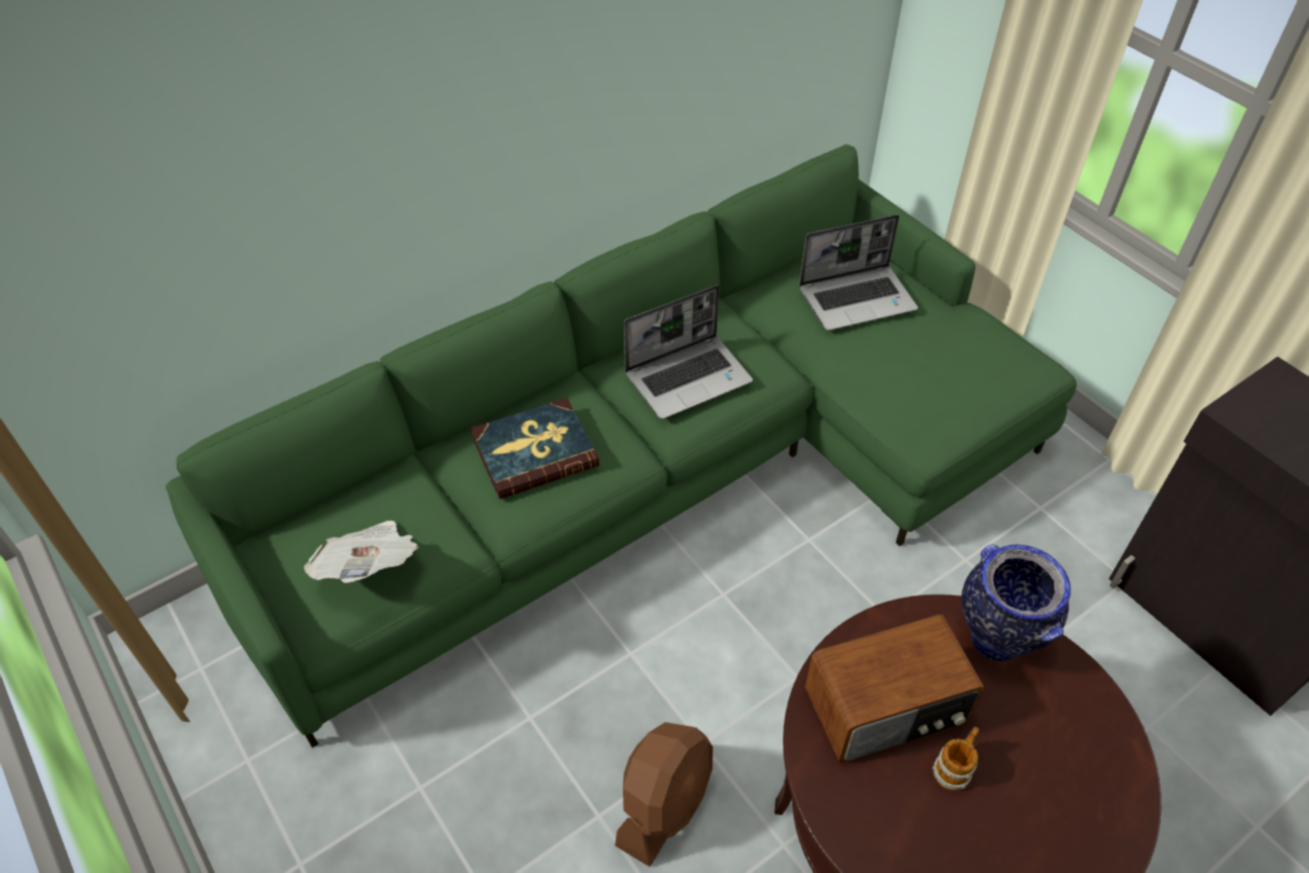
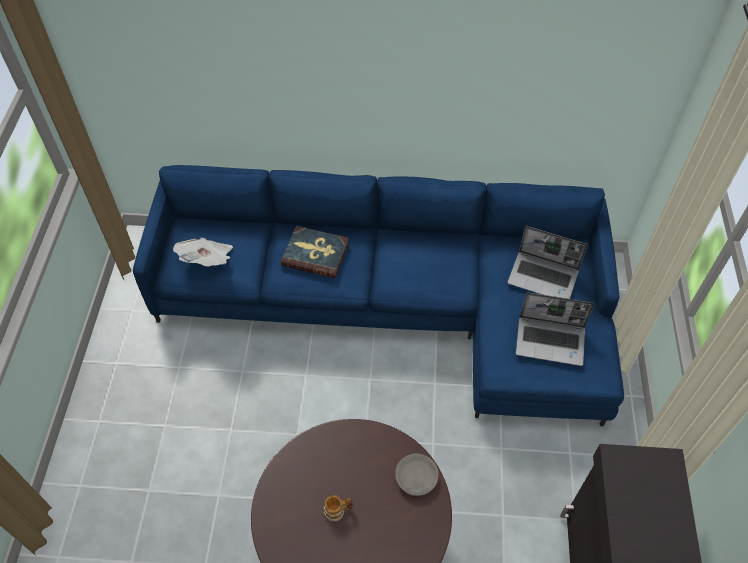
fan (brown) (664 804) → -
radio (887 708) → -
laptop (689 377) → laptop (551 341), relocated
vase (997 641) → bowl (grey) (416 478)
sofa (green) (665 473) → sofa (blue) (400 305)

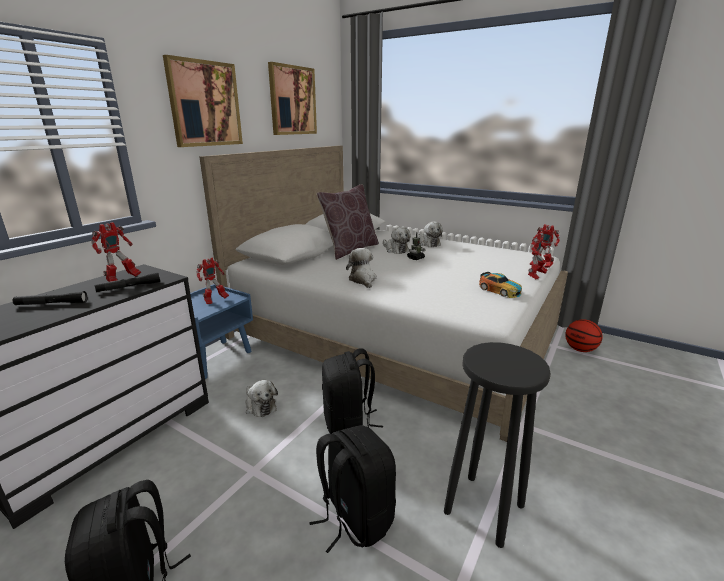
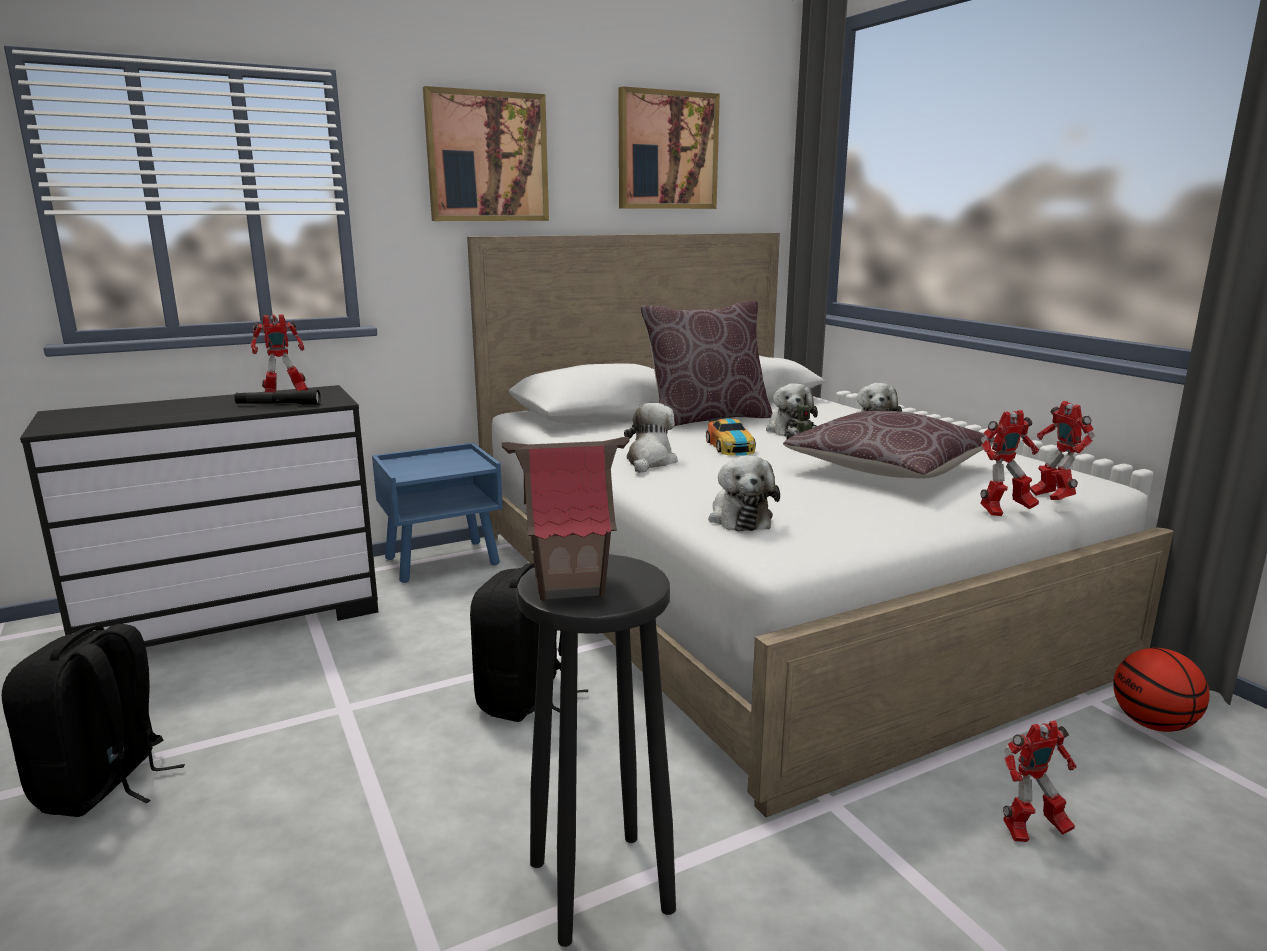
flashlight (black) (52 304) → -
backpack (black) (354 518) → -
- → toy house (570 586)
- → pillow (brown) (888 469)
toy robot (215 301) → toy robot (1031 831), relocated
plush toy (259 405) → plush toy (739 518), relocated
toy car (500 290) → toy car (730 446), relocated

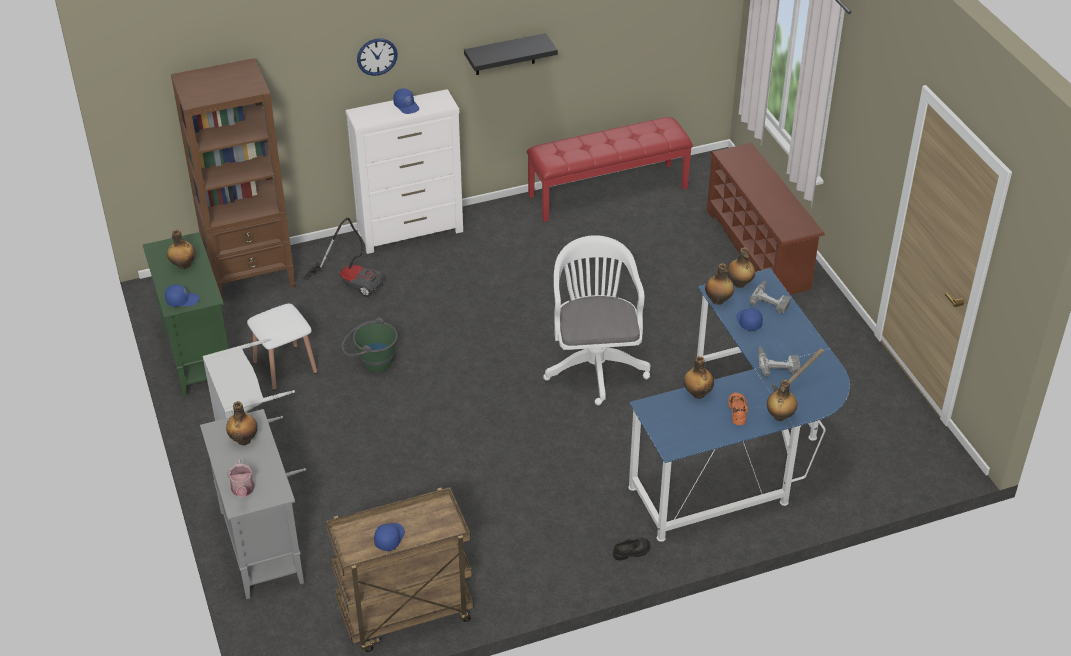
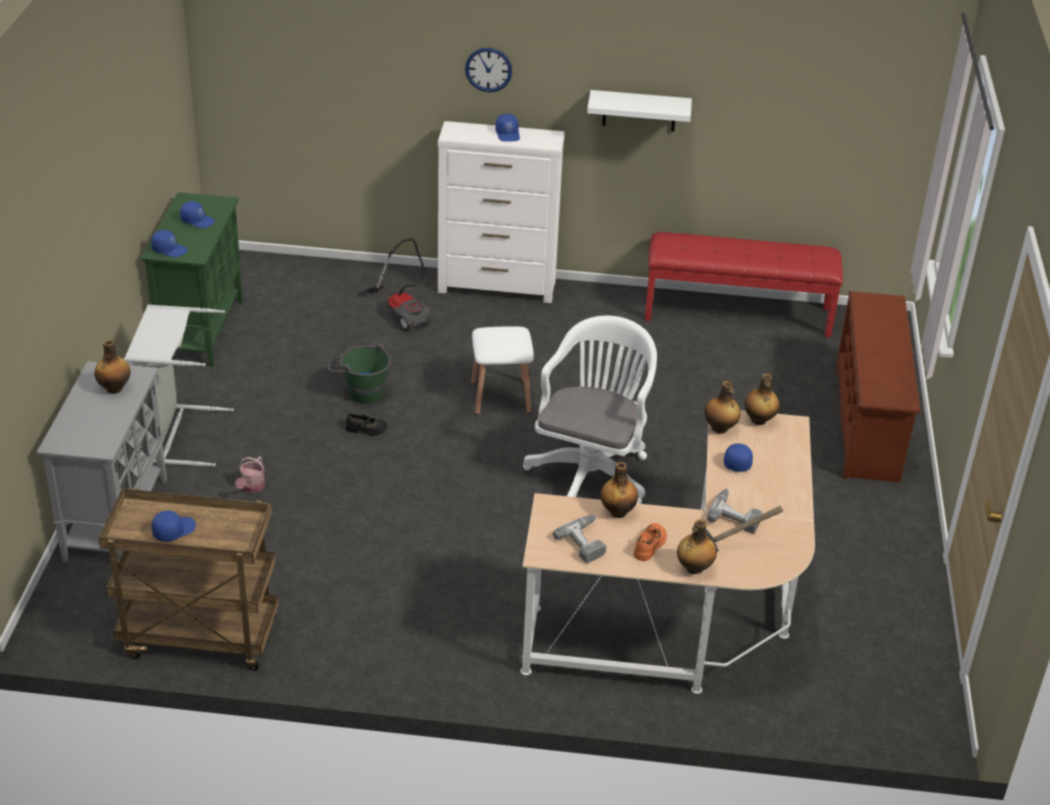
bookcase (brown) (251 278) → -
watering can (243 490) → watering can (251 487), relocated
stool (white) (285 367) → stool (white) (500 397), relocated
shoe (black) (632 551) → shoe (black) (366 429), relocated
power drill (771 300) → power drill (587 541), relocated
bottle (183 265) → cap (blue) (198 221)
shelf (black) (505 54) → shelf (white) (639 111)
desk (blue) (741 450) → desk (beige) (688 617)

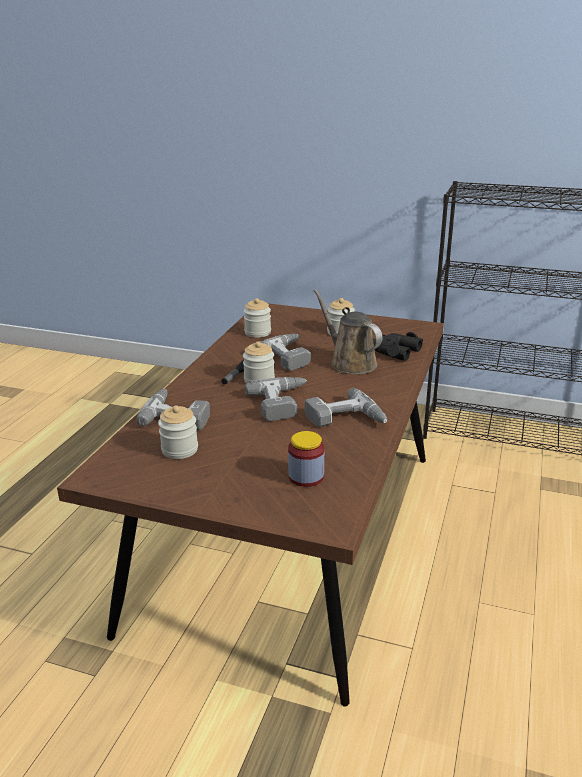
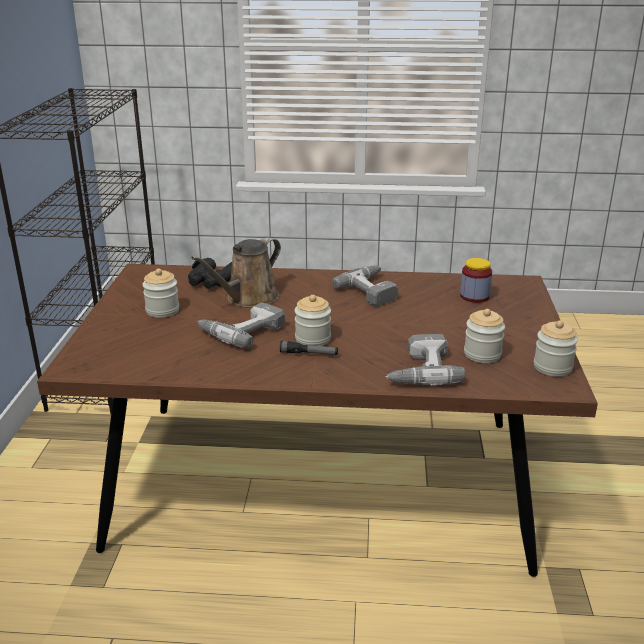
power drill (283 403) → -
jar (257 333) → jar (552 367), relocated

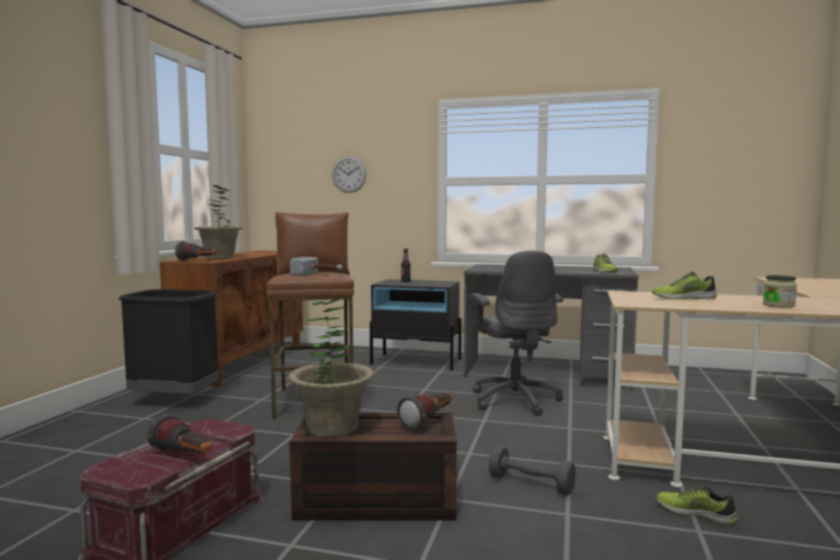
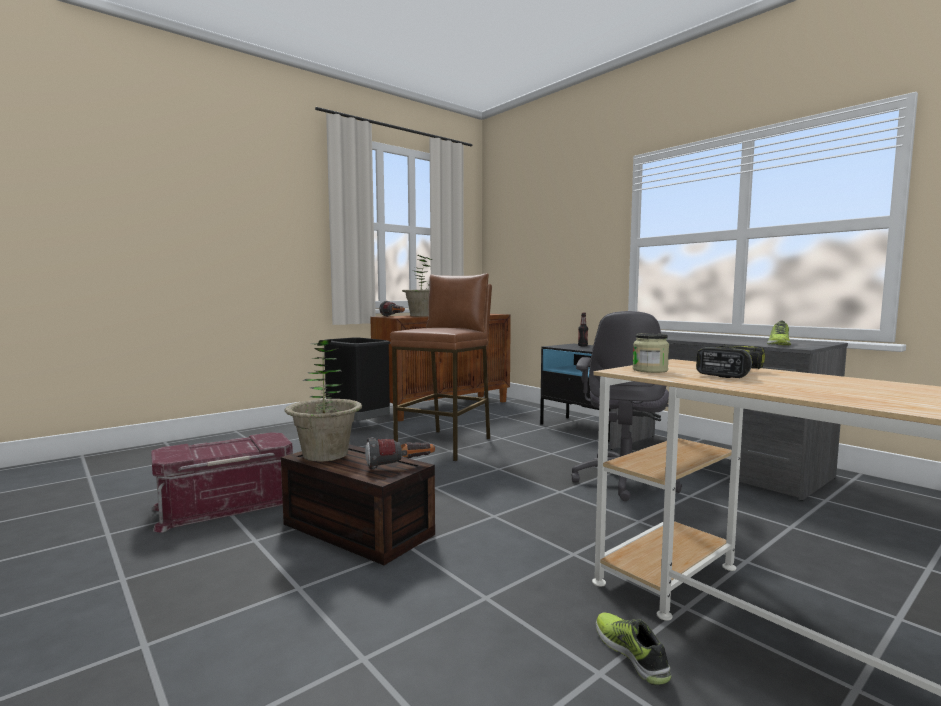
flashlight (184 456) → -
hammer (318 274) → -
wall clock (349 174) → -
dumbbell (grey) (531 484) → -
jar (778 305) → jar (650 370), relocated
shoe (683 298) → power drill (728 372)

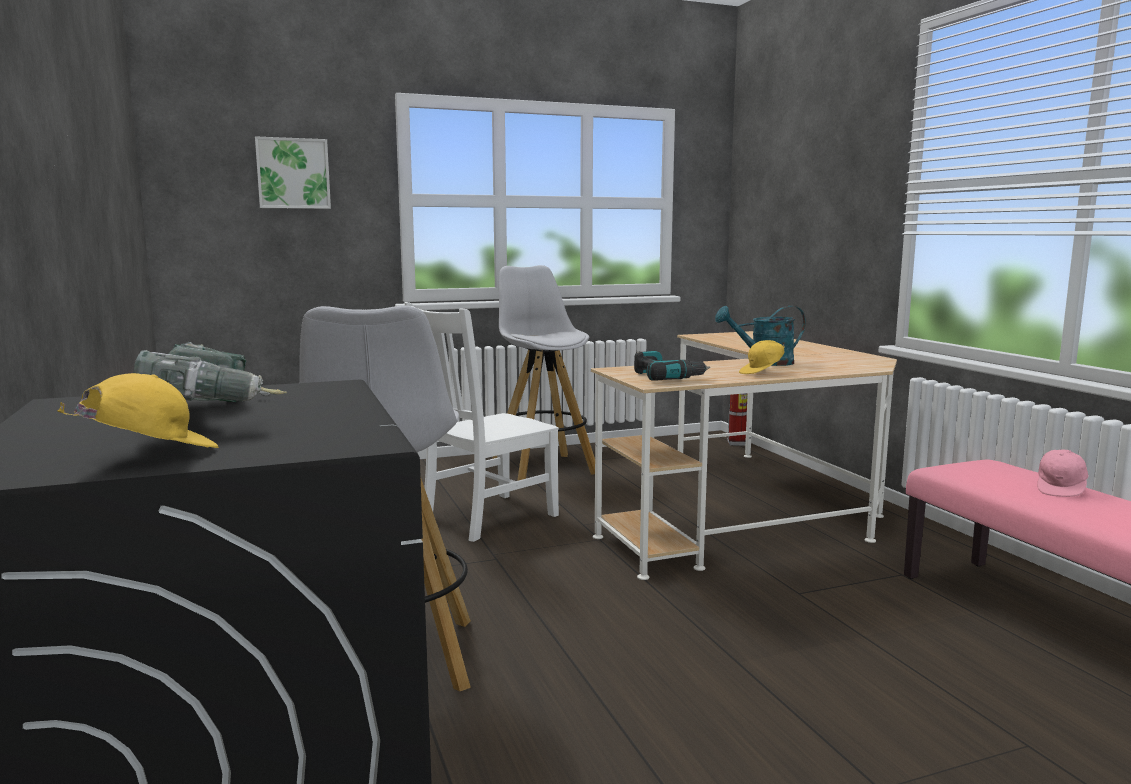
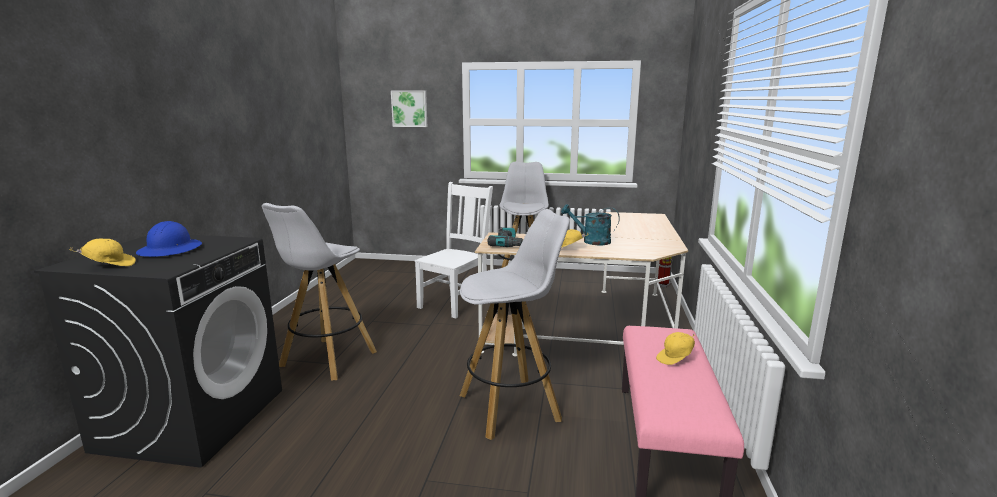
- → stool (white) (511 407)
power drill (217 414) → hard hat (blue) (171 250)
cap (pink) (1061 489) → cap (yellow) (676 358)
chair (white) (485 517) → chair (white) (455 302), 135 degrees clockwise

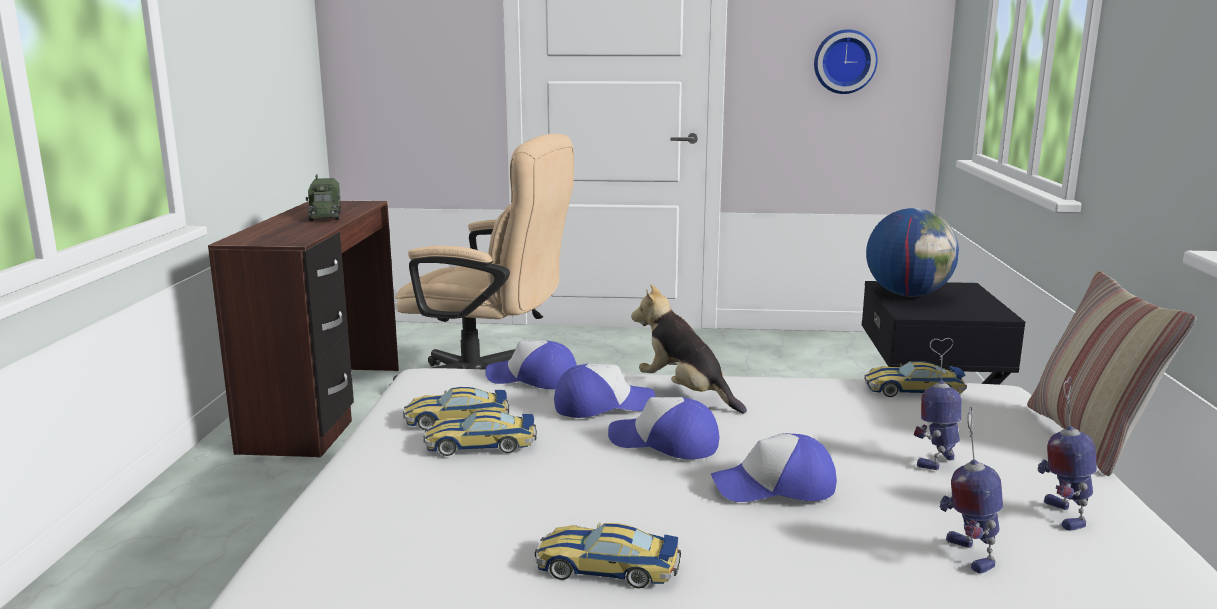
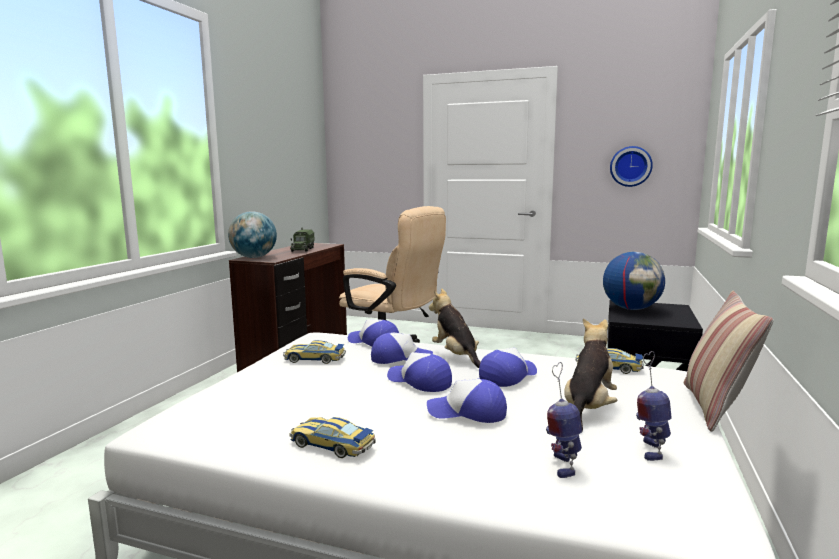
toy car (481 444) → -
- → globe (254 257)
- → cap (507 376)
toy robot (937 460) → plush toy (588 408)

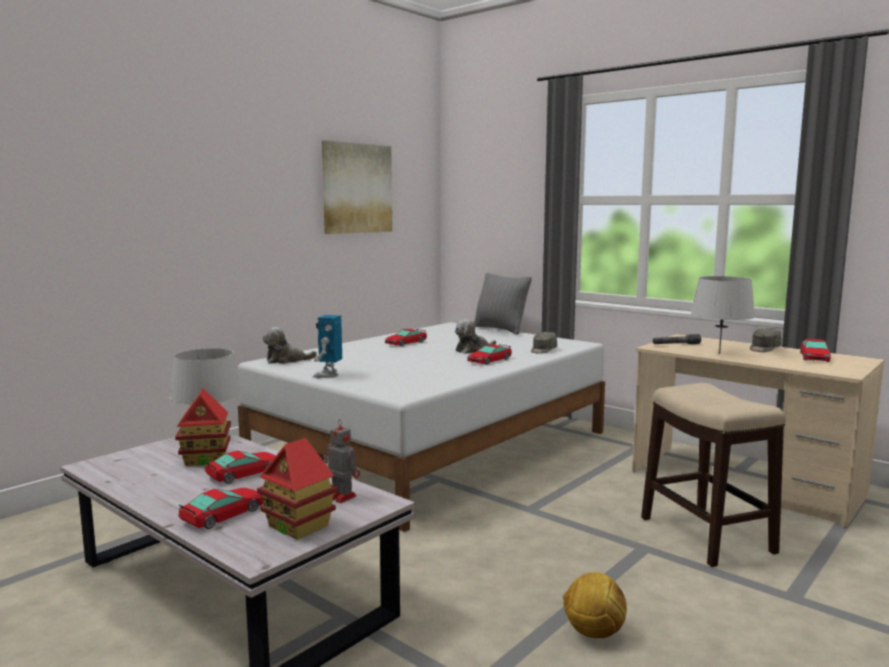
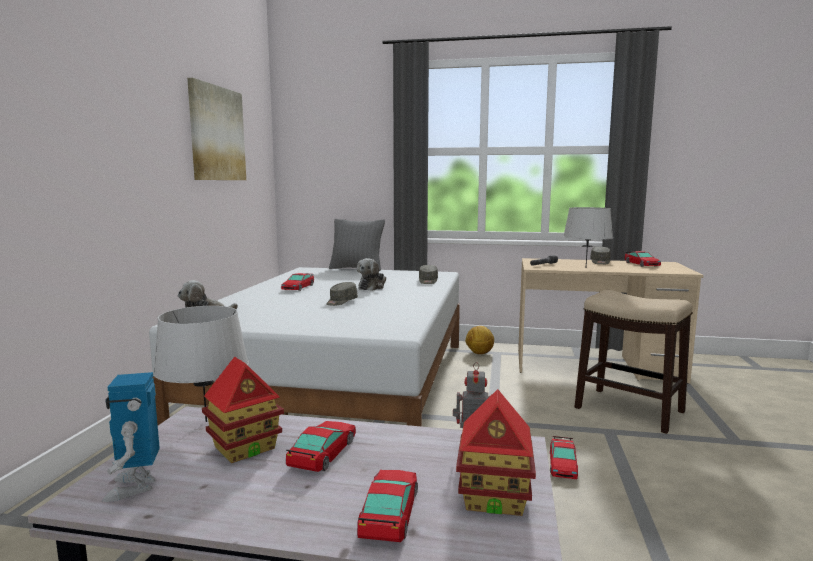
- → cap (grey) (341 302)
toy robot (328 375) → toy robot (135 486), relocated
toy car (489 360) → toy car (562 464), relocated
football (593 633) → football (479 353), relocated

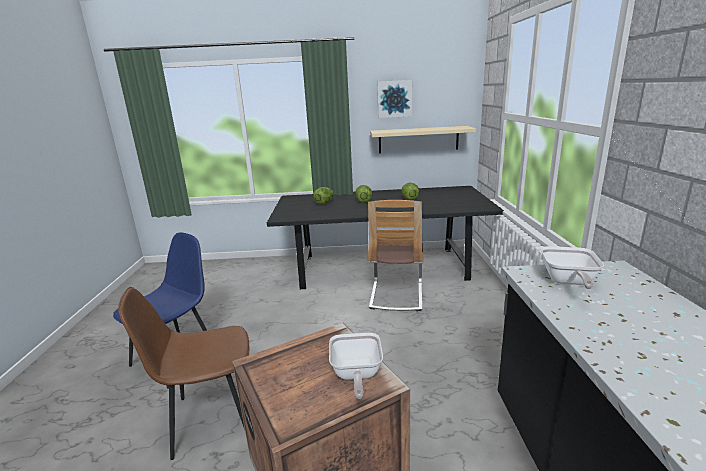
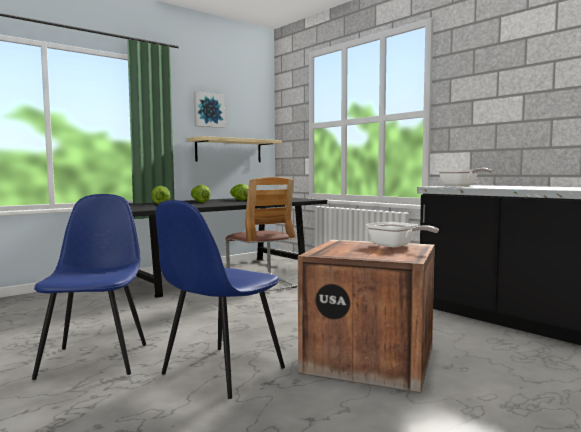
chair (brown) (211 418) → chair (blue) (221 372)

